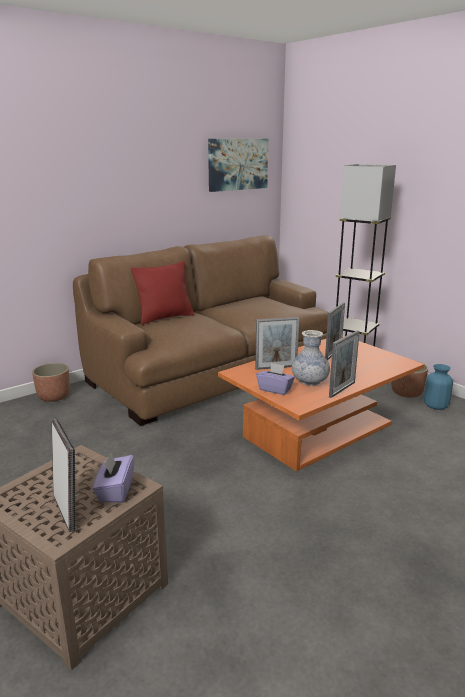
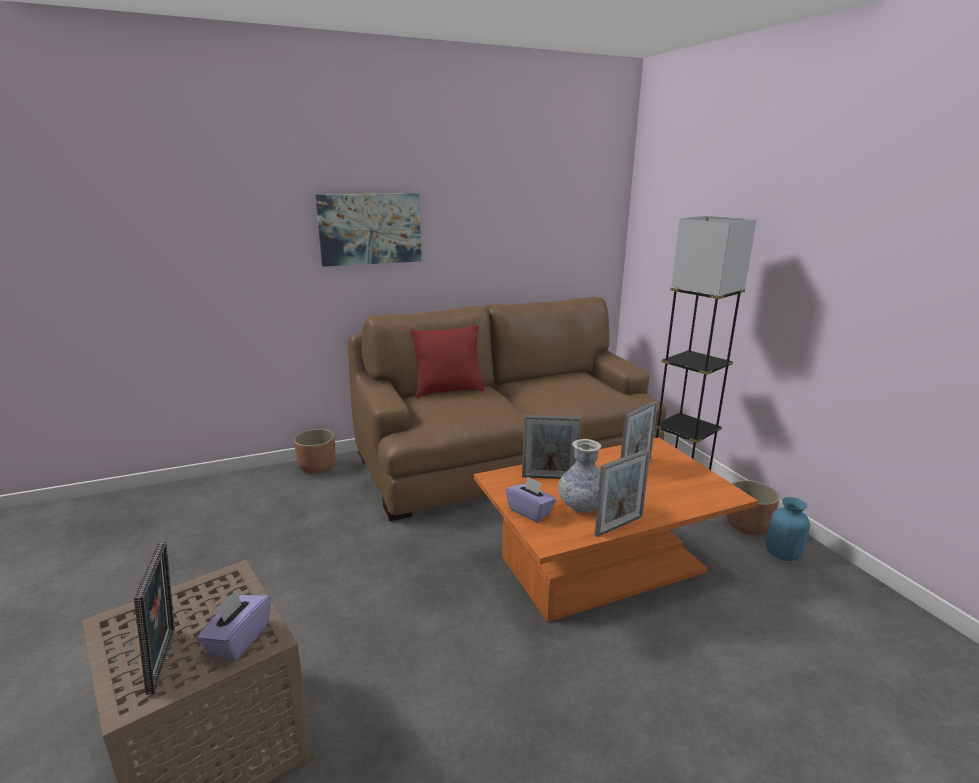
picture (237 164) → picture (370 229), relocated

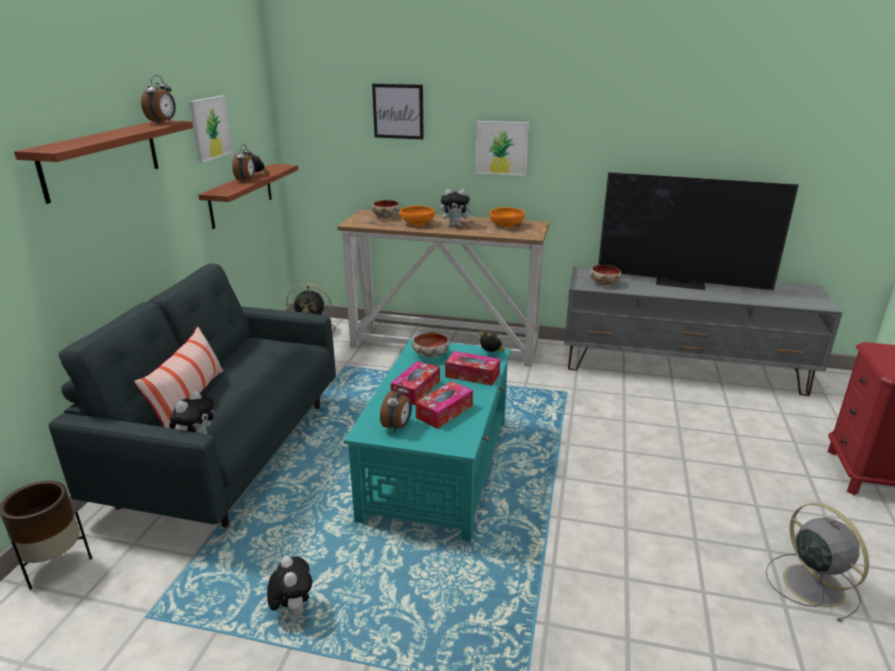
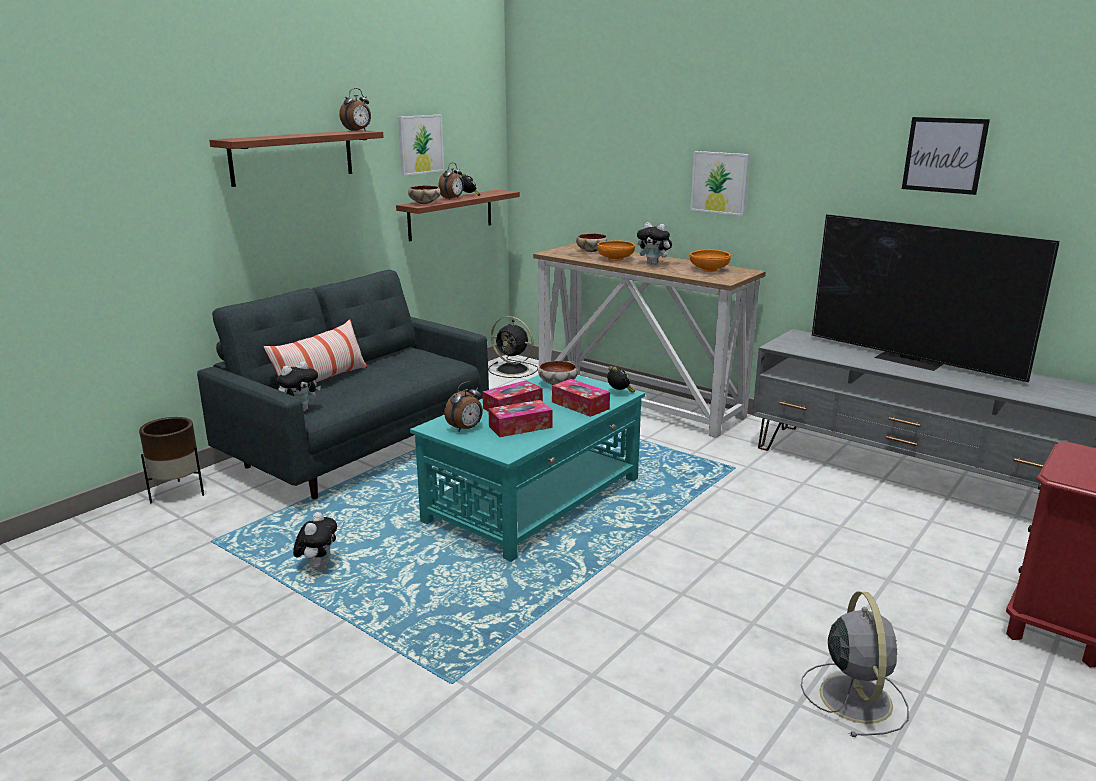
picture (398 111) → picture (944 155), relocated
bowl (603 283) → bowl (424 203), relocated

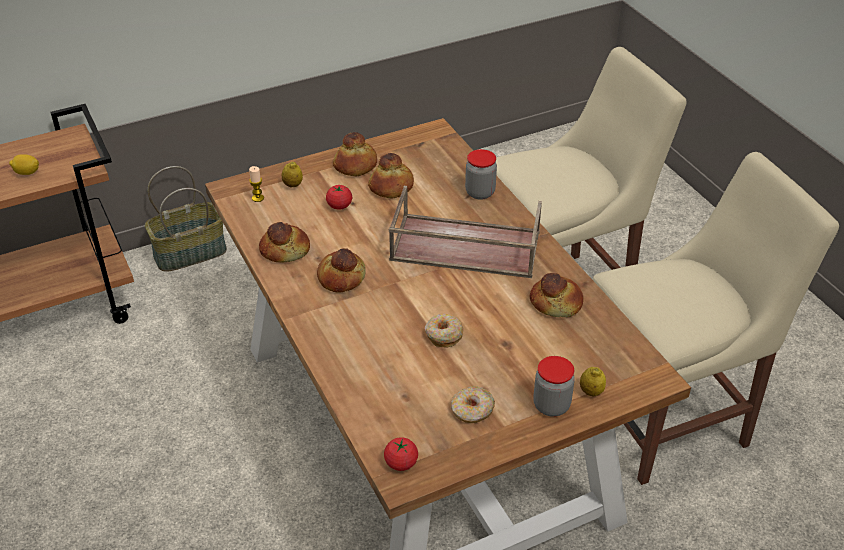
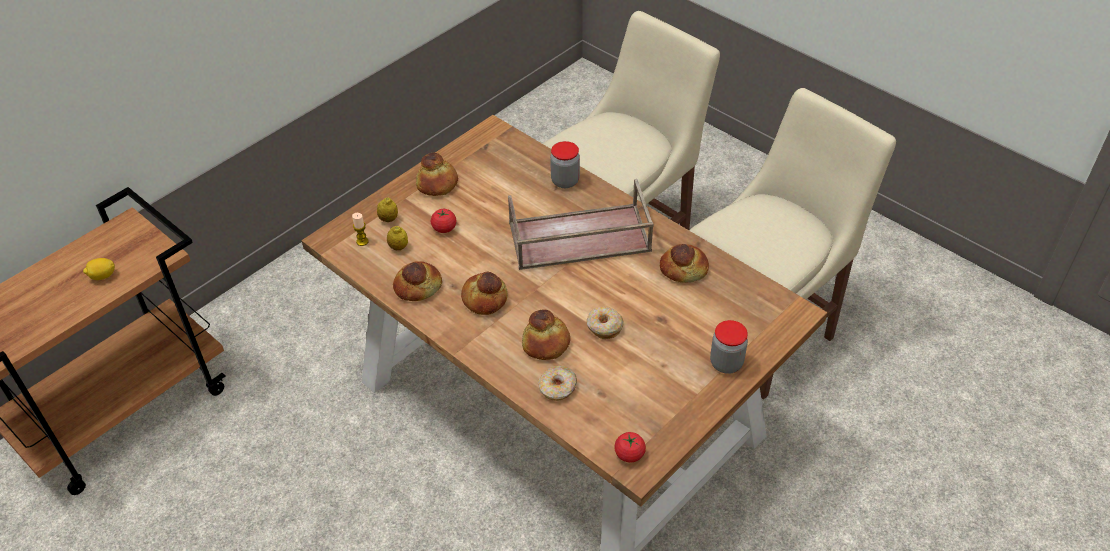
basket (190 252) → -
bread (392 187) → bread (546 343), relocated
donut (472 410) → donut (557 388), relocated
lemon (591 392) → lemon (398 247), relocated

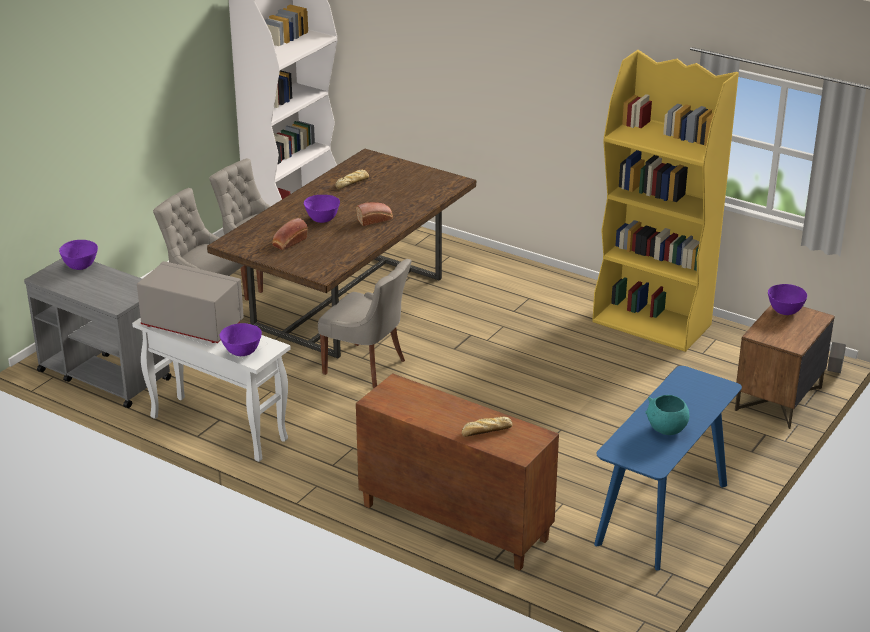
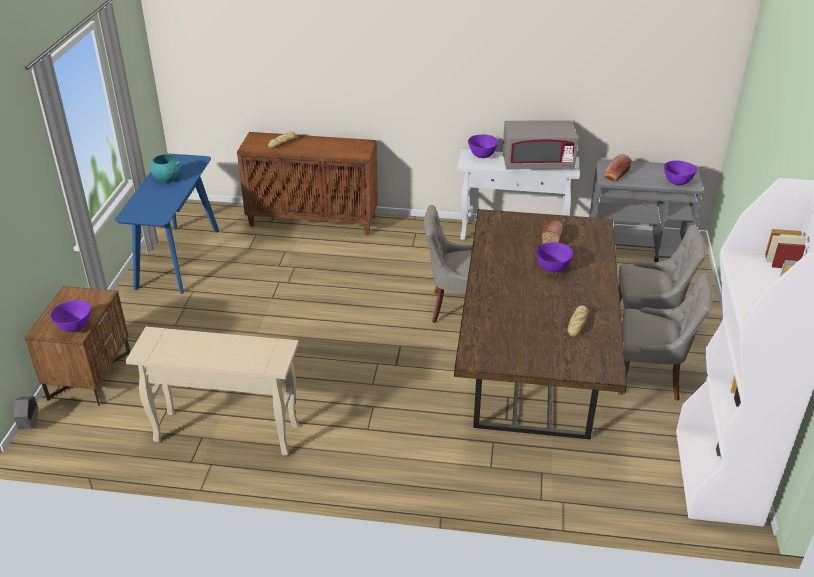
bread (375 220) → bread (616 175), relocated
bookcase (yellow) (653 323) → console table (beige) (225 433)

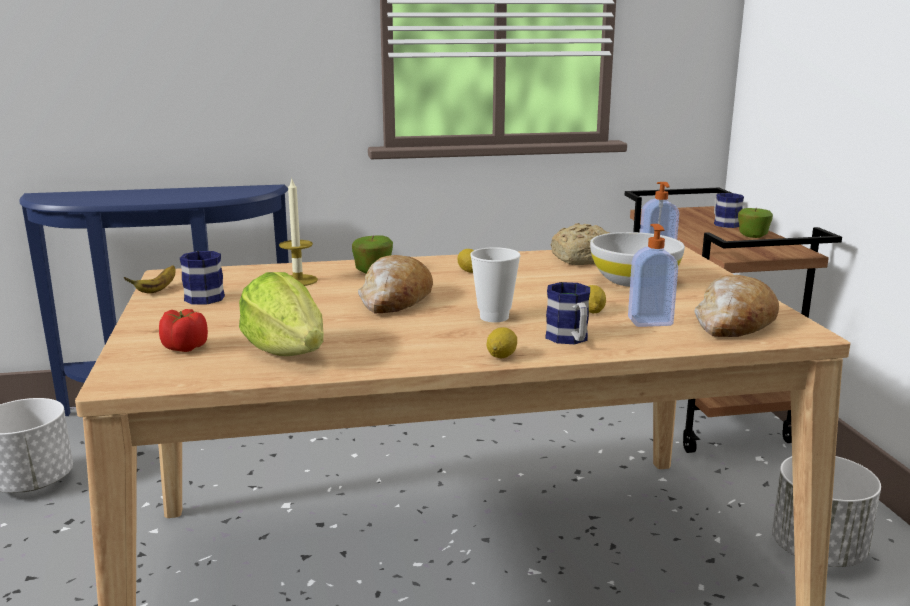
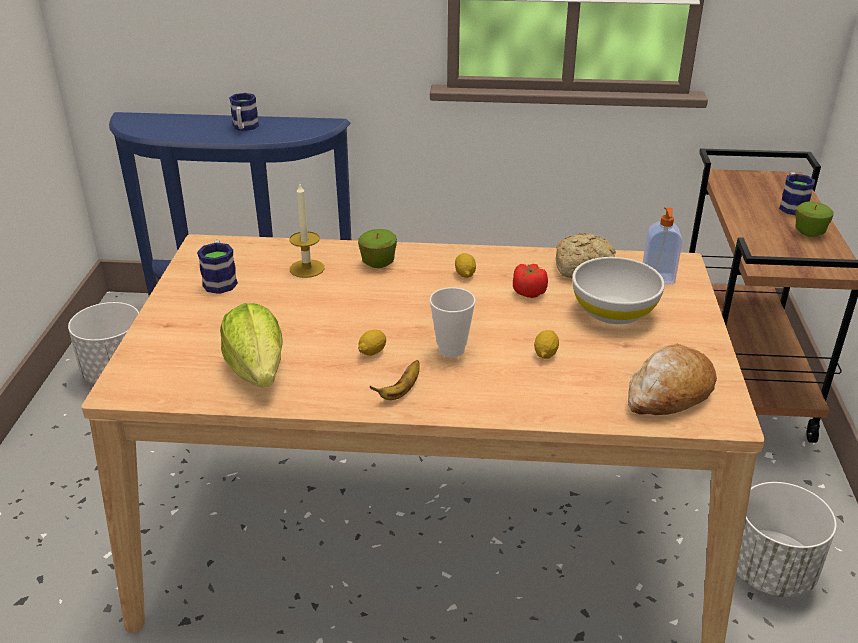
bread (395 299) → -
soap dispenser (649 321) → -
banana (157 290) → banana (400 391), relocated
tomato (184 347) → tomato (528 292), relocated
lemon (501 356) → lemon (372 352), relocated
mug (570 339) → mug (244 128), relocated

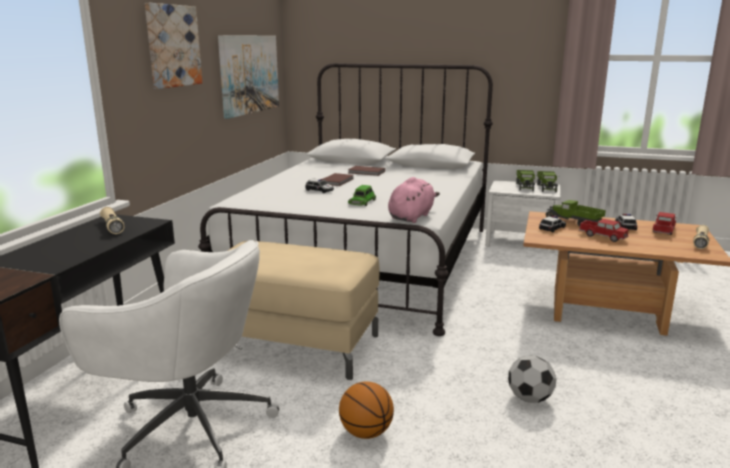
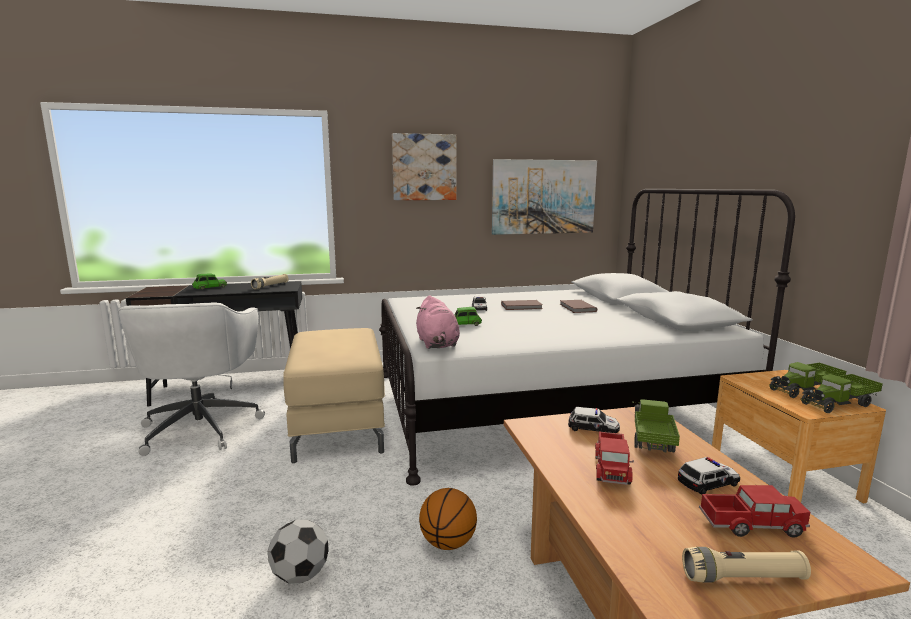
- → toy car (green) (210 287)
basketball (366 433) → basketball (447 543), relocated
nightstand (white) (520 241) → nightstand (brown) (782 476)
plush toy (pink) (411 217) → plush toy (pink) (437 344), 75 degrees clockwise

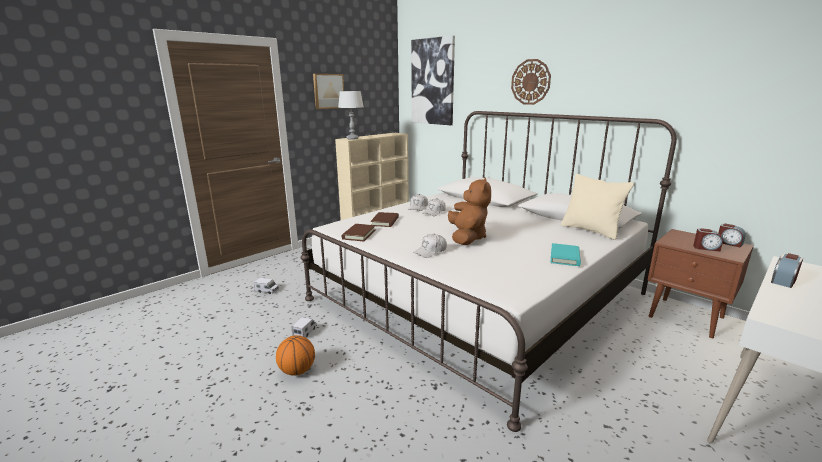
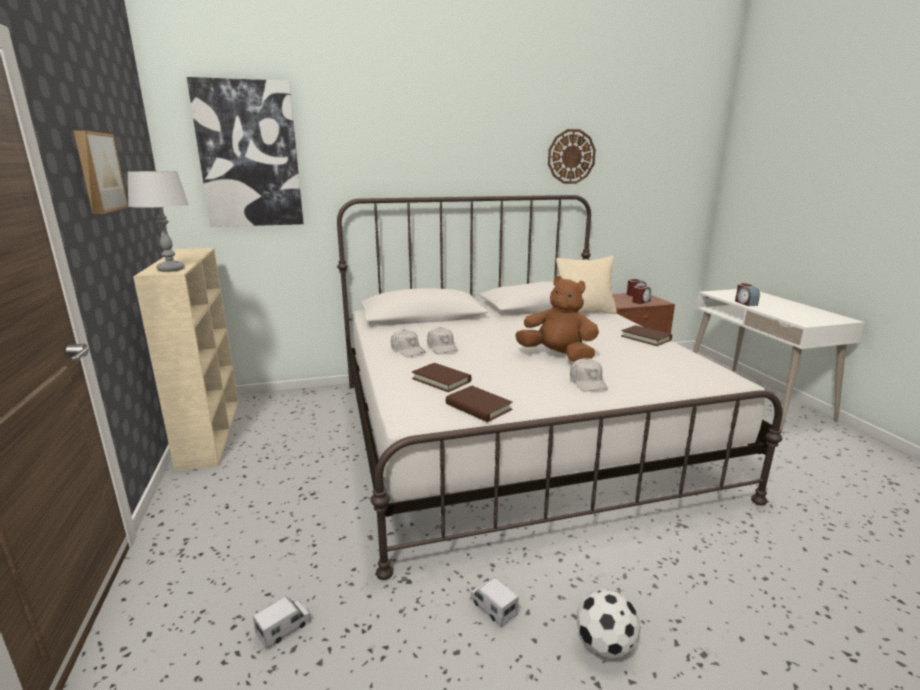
wall clock (530 82) → wall clock (571 156), relocated
basketball (297 371) → football (604 645)
book (turquoise) (565 257) → book (brown) (646 338)

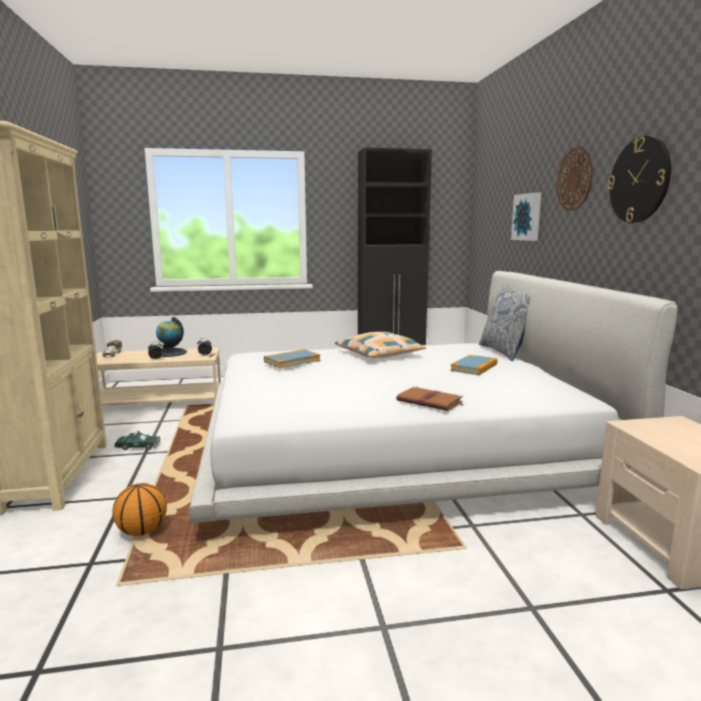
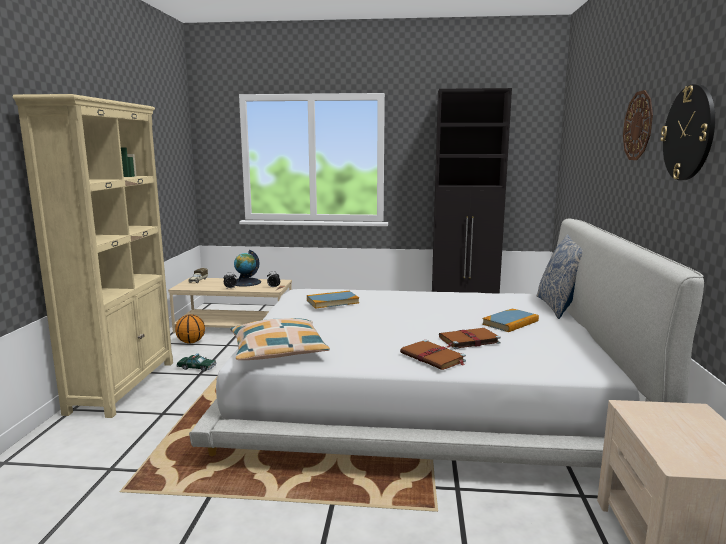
picture (528 217) → -
- → book (brown) (468 340)
basketball (142 531) → basketball (191 342), relocated
pillow (379 354) → pillow (278 350), relocated

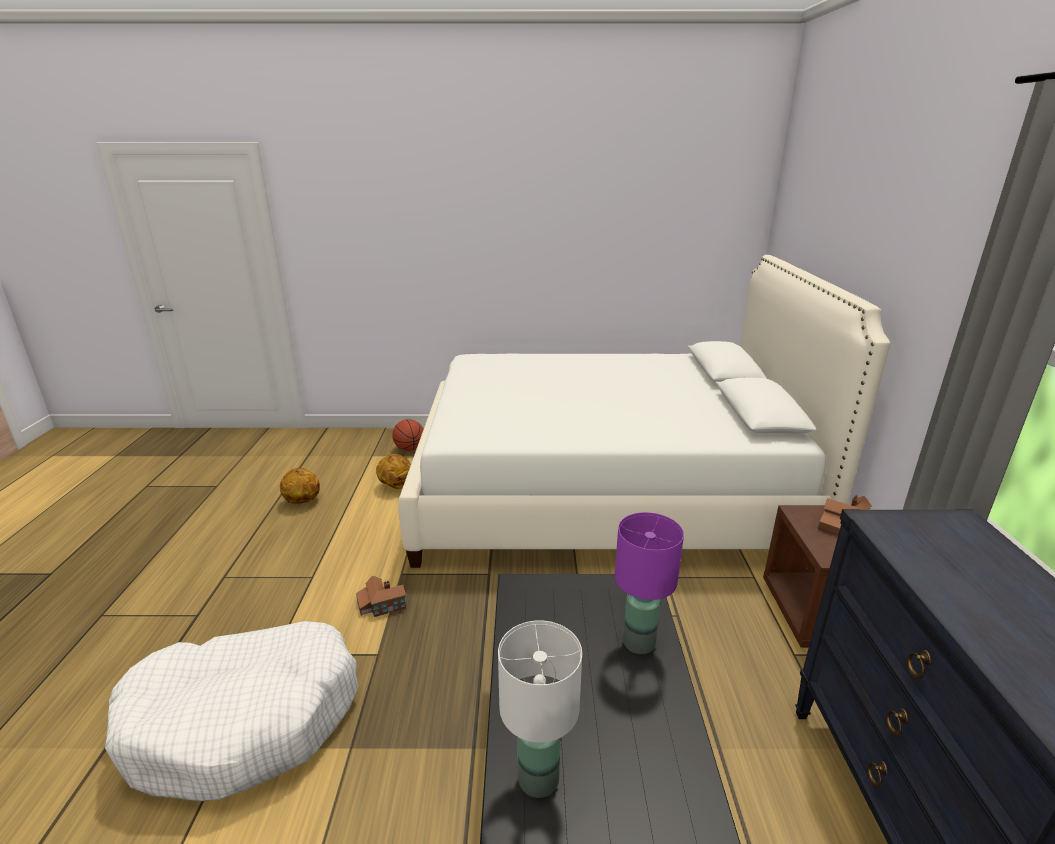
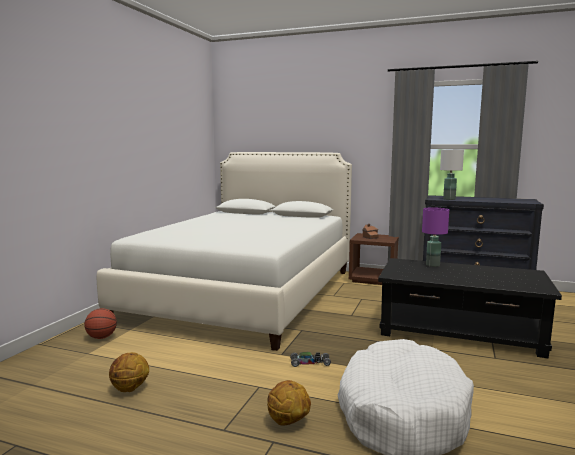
basketball (396 486) → basketball (288 422), relocated
table lamp (white) (537 780) → table lamp (white) (449 199), relocated
toy house (381 604) → toy car (310 363)

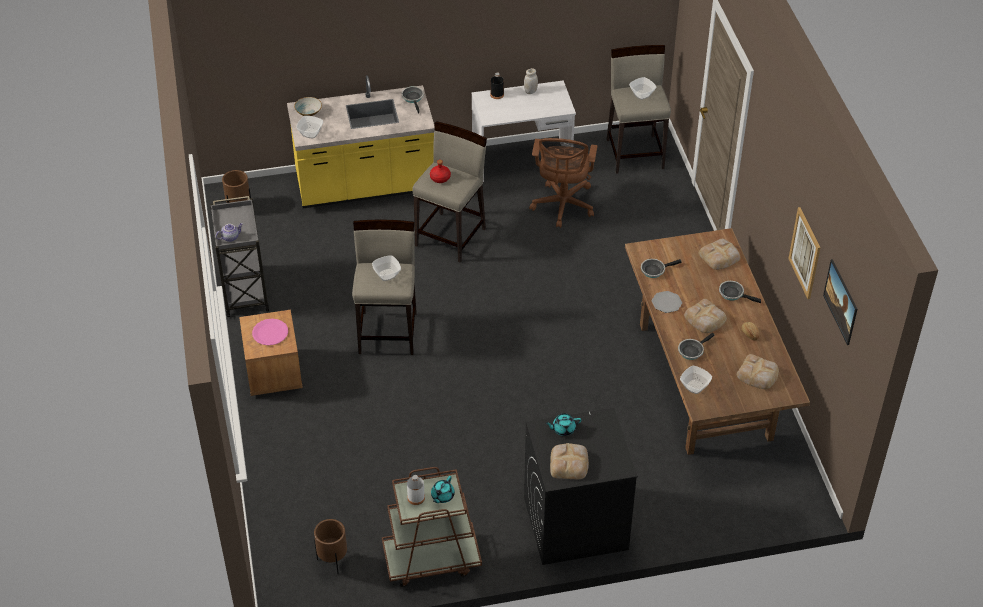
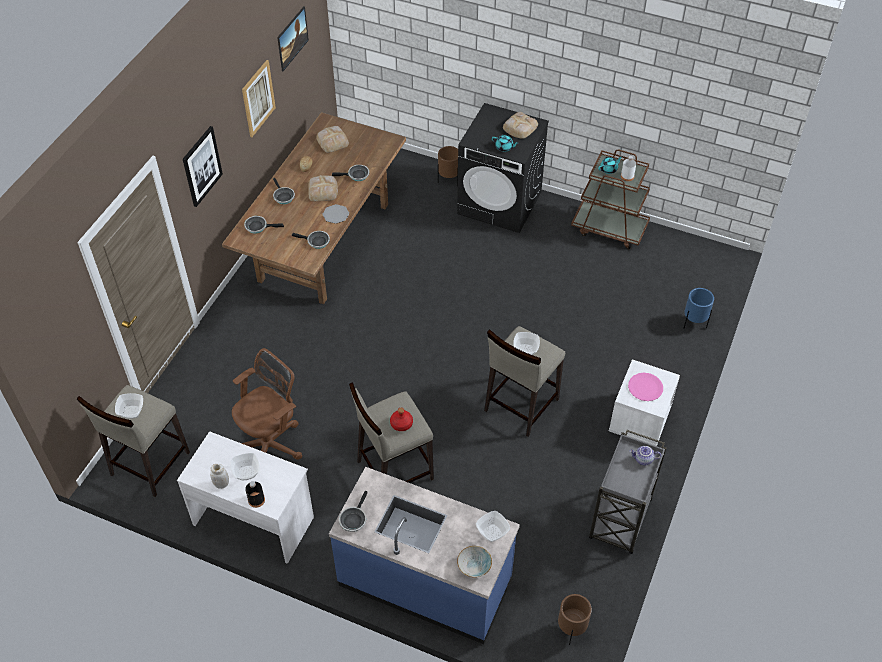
- → picture (201 166)
- → planter (blue) (694 323)
planter (brown) (332 561) → planter (brown) (449 181), relocated
bowl (694 386) → bowl (246 473), relocated
bread (720 256) → frying pan (258 227)
nightstand (brown) (273 372) → nightstand (white) (639 420)
counter (yellow) (365 186) → counter (blue) (425 581)

